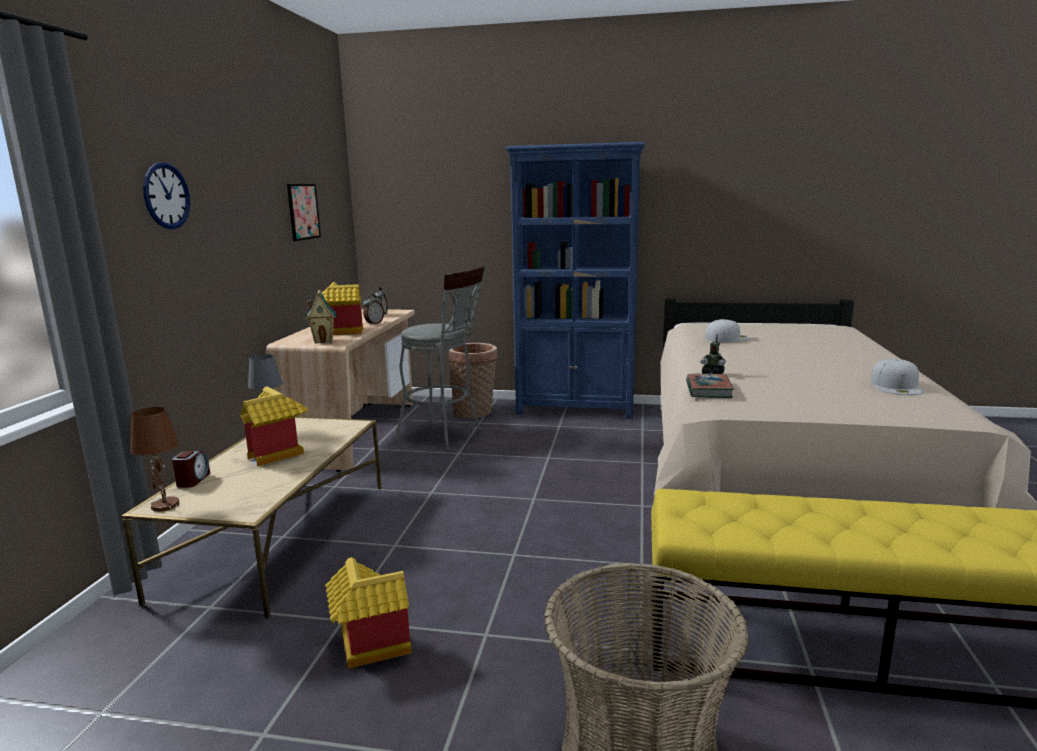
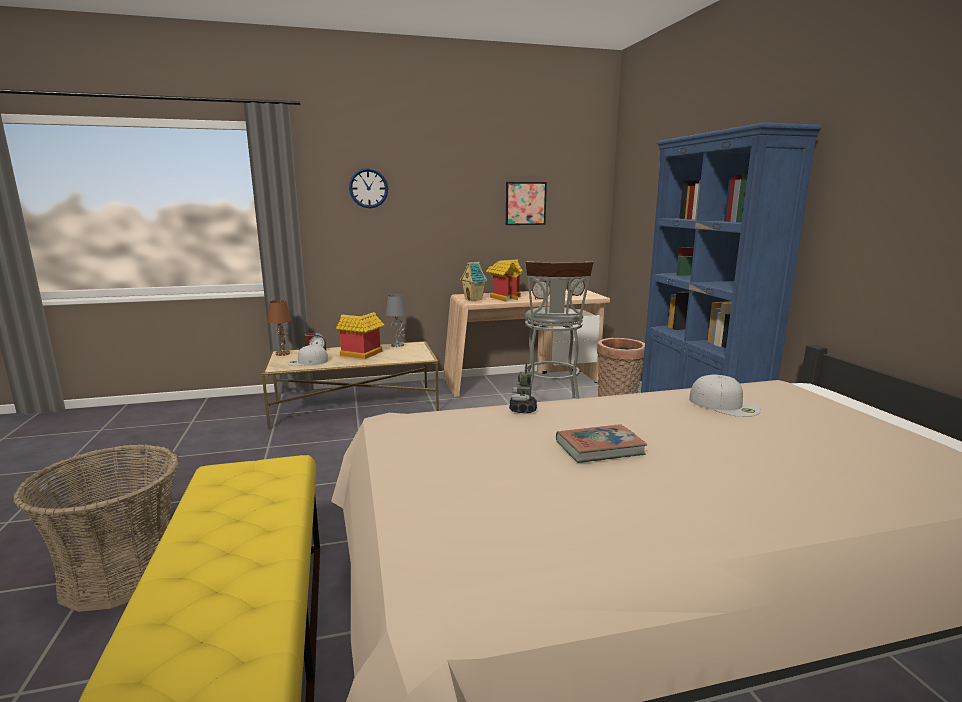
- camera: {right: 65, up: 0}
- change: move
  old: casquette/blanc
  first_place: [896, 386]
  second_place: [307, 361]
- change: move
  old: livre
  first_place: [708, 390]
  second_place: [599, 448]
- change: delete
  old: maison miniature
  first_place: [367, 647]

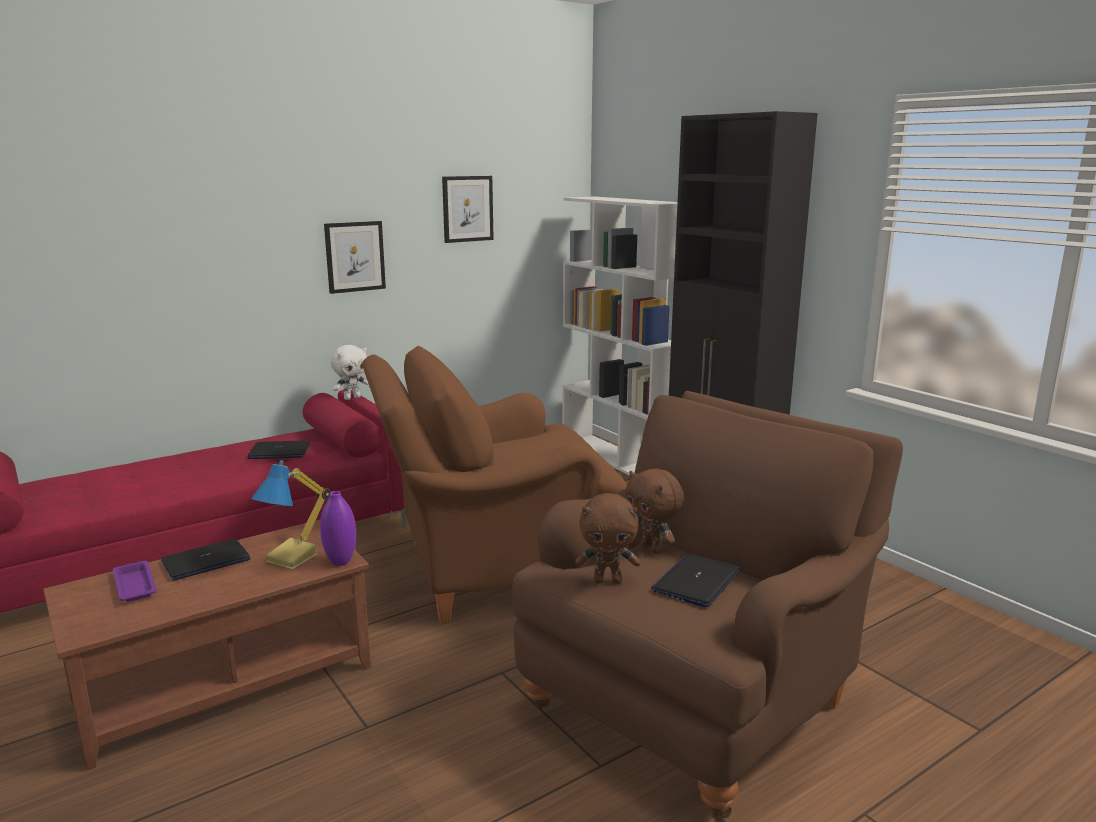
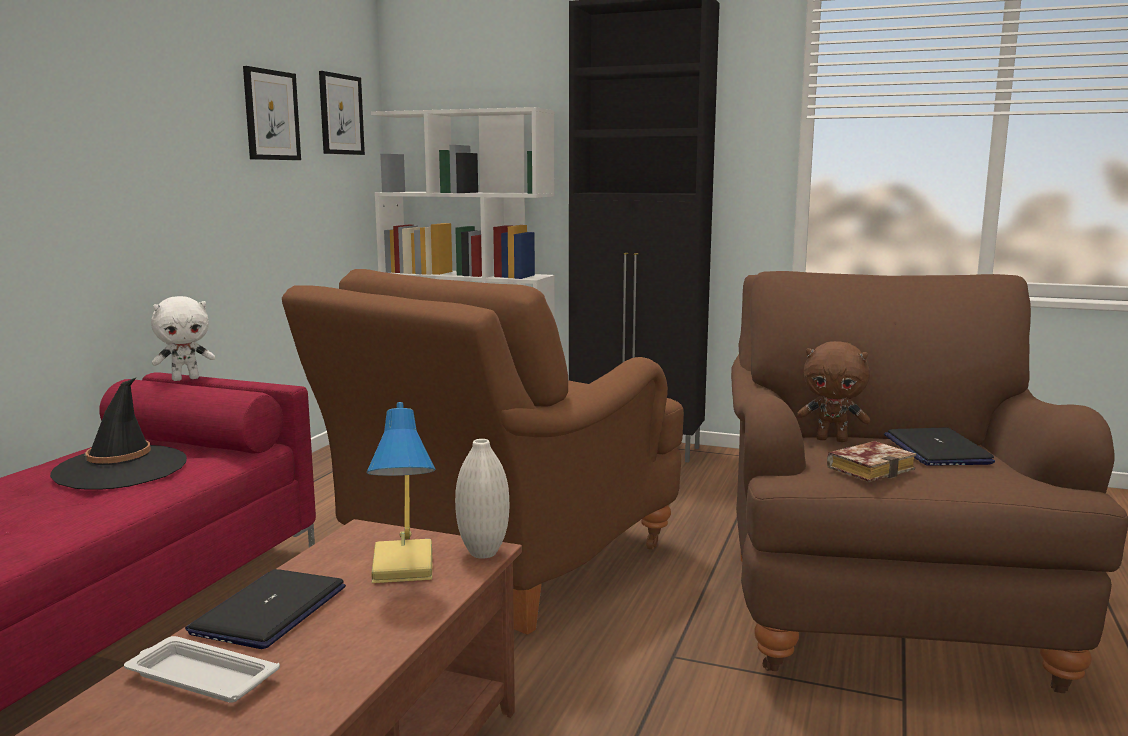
- camera: {right: -35, up: -5}
- change: replace
  old: ordinateur portable
  new: chapeau/noir
  first_place: [279, 452]
  second_place: [121, 468]
- change: recolor
  old: plateau/violet
  new: plateau/blanc
  first_place: [135, 585]
  second_place: [200, 677]
- change: rotate
  old: peluche/blanc
  first_place: [352, 398]
  second_place: [186, 379]
  degrees: 45
- change: move
  old: tableau
  first_place: [355, 256]
  second_place: [341, 114]
- change: recolor
  old: vase/violet
  new: vase/blanc
  first_place: [340, 562]
  second_place: [483, 553]
- change: replace
  old: peluche/marron
  new: livre
  first_place: [608, 581]
  second_place: [870, 468]

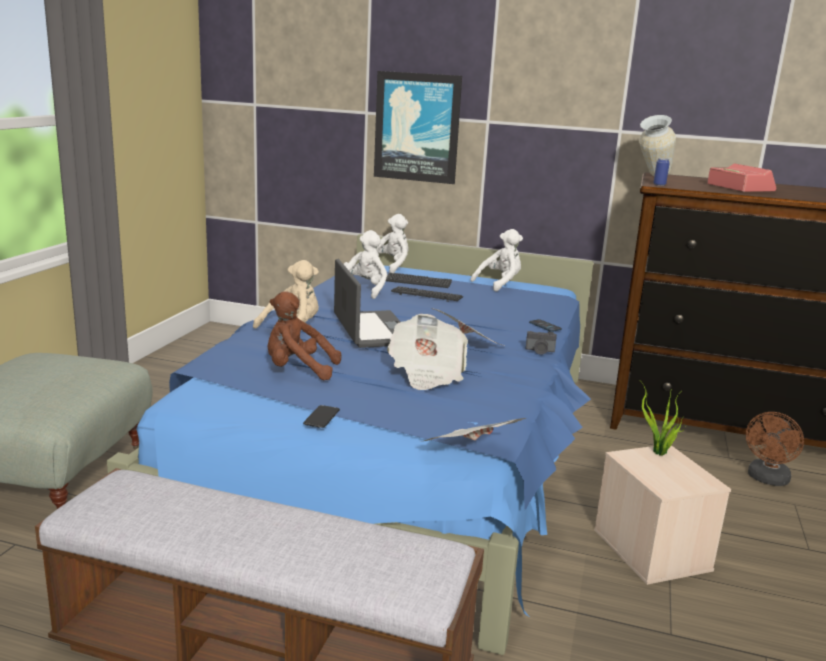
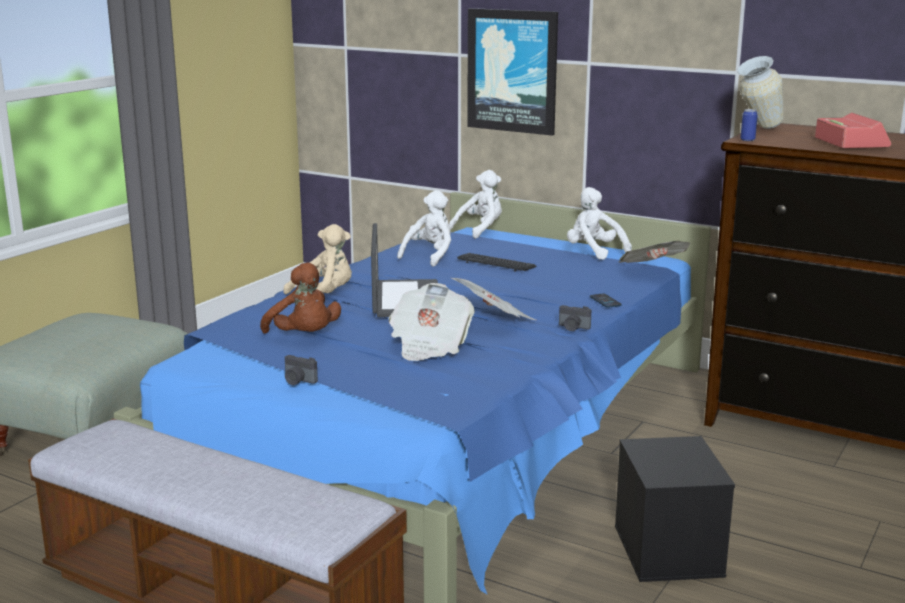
- camera: {right: 15, up: 0}
- change: rotate
  old: peluche/marron
  first_place: [298, 370]
  second_place: [304, 337]
  degrees: -150
- change: replace
  old: téléphone
  new: appareil photo
  first_place: [321, 417]
  second_place: [298, 381]
- change: rotate
  old: peluche/blanc
  first_place: [500, 284]
  second_place: [594, 252]
  degrees: -105
- change: recolor
  old: boîte de rangement/beige
  new: boîte de rangement/noir
  first_place: [649, 549]
  second_place: [666, 550]
- change: move
  old: journal
  first_place: [469, 455]
  second_place: [652, 271]
- change: delete
  old: clavier
  first_place: [418, 282]
- change: delete
  old: plante en pot
  first_place: [659, 453]
- change: delete
  old: ventilateur/marron
  first_place: [767, 479]

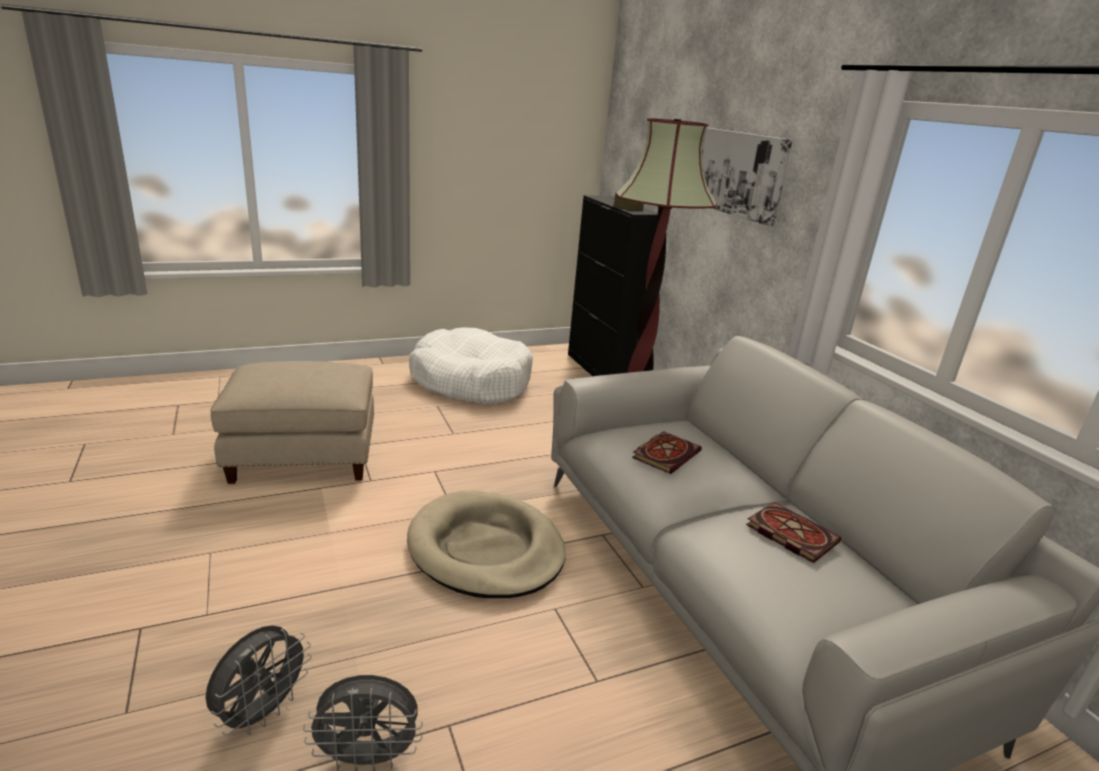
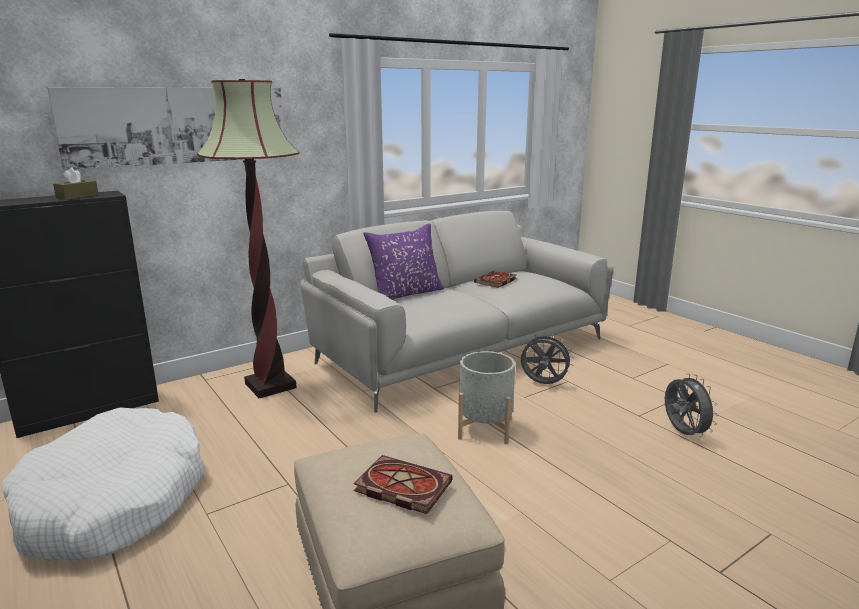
- camera: {right: -100, up: -5}
- change: move
  old: livre
  first_place: [666, 454]
  second_place: [400, 487]
- change: insert
  new: coussin/violet
  second_place: [405, 294]
- change: replace
  old: panier pour chien/beige
  new: cache-pot/gris
  first_place: [486, 549]
  second_place: [485, 429]
- change: move
  old: ventilateur/gris
  first_place: [262, 713]
  second_place: [543, 384]

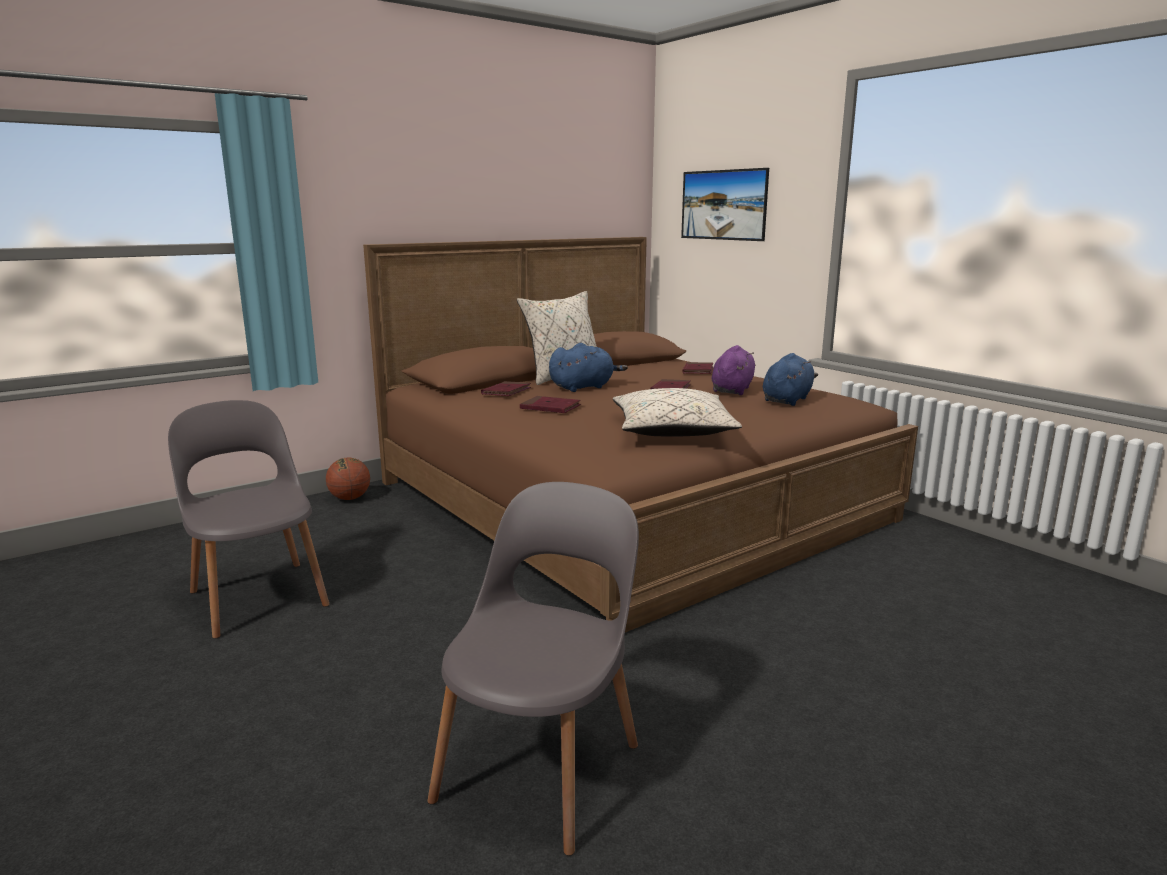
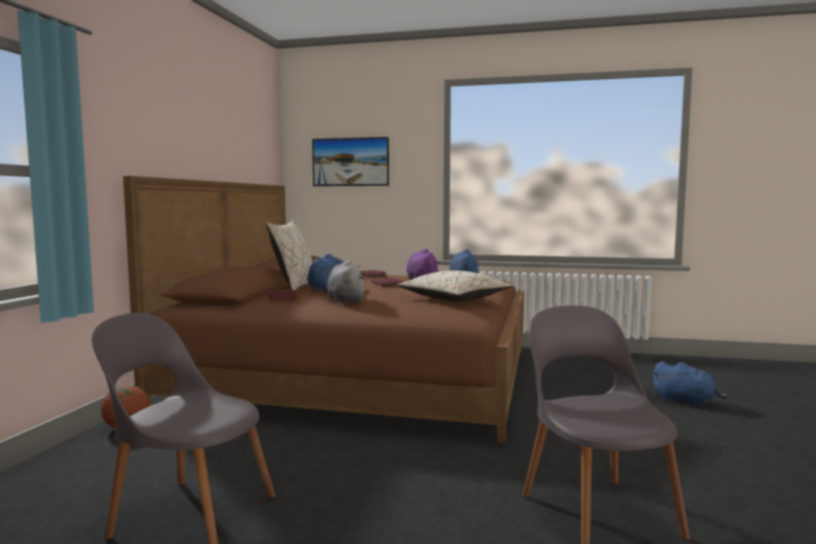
- camera: {right: -40, up: -10}
- change: replace
  old: livre/rouge
  new: peluche/gris
  first_place: [550, 408]
  second_place: [345, 300]
- change: insert
  new: peluche/bleu
  second_place: [686, 401]

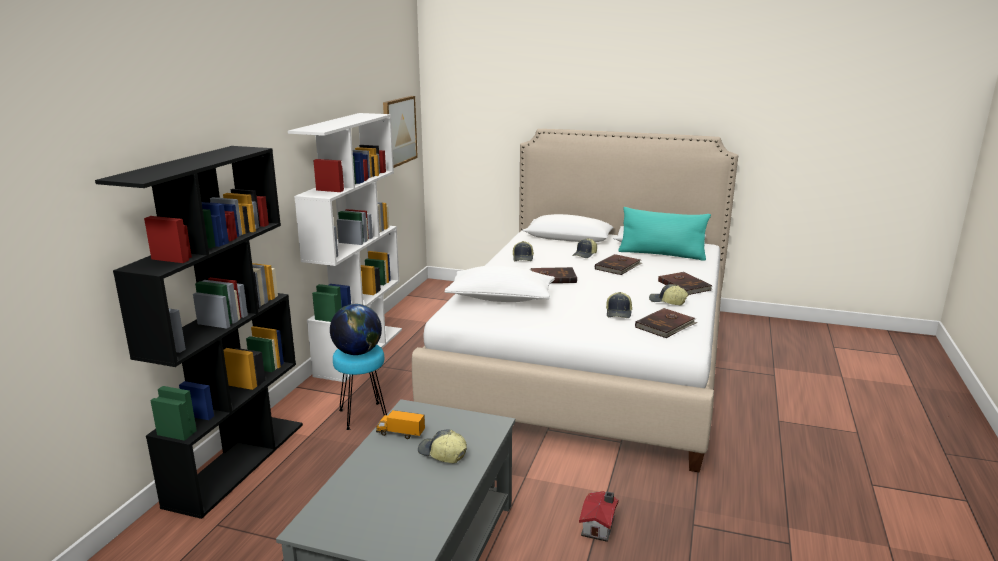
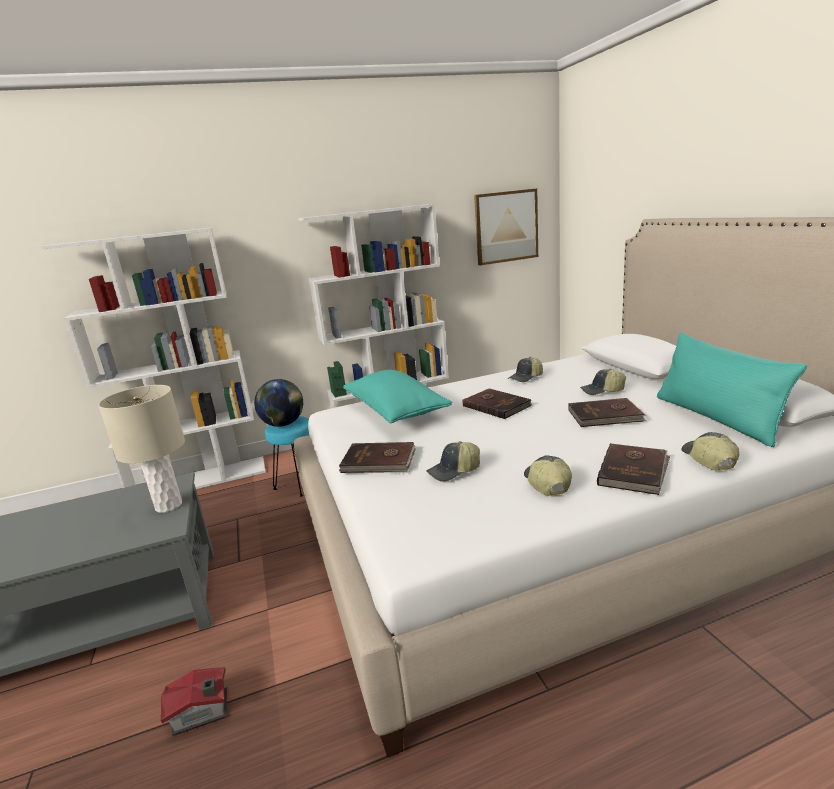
- camera: {right: 55, up: 0}
- change: recolor
  old: bibliothèque/noir
  new: bibliothèque/blanc
  first_place: [237, 462]
  second_place: [200, 479]
- change: insert
  new: lampe de table/beige
  second_place: [169, 505]
- change: move
  old: livre/marron
  first_place: [666, 325]
  second_place: [379, 461]
- change: recolor
  old: coussin/blanc
  new: coussin/turquoise
  first_place: [501, 299]
  second_place: [395, 411]
- change: move
  old: casquette
  first_place: [442, 454]
  second_place: [708, 459]
- change: delete
  old: camion jouet
  first_place: [400, 434]

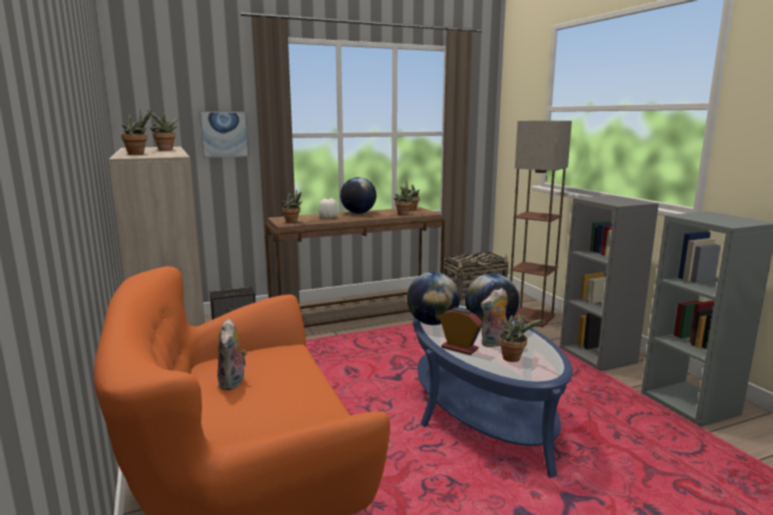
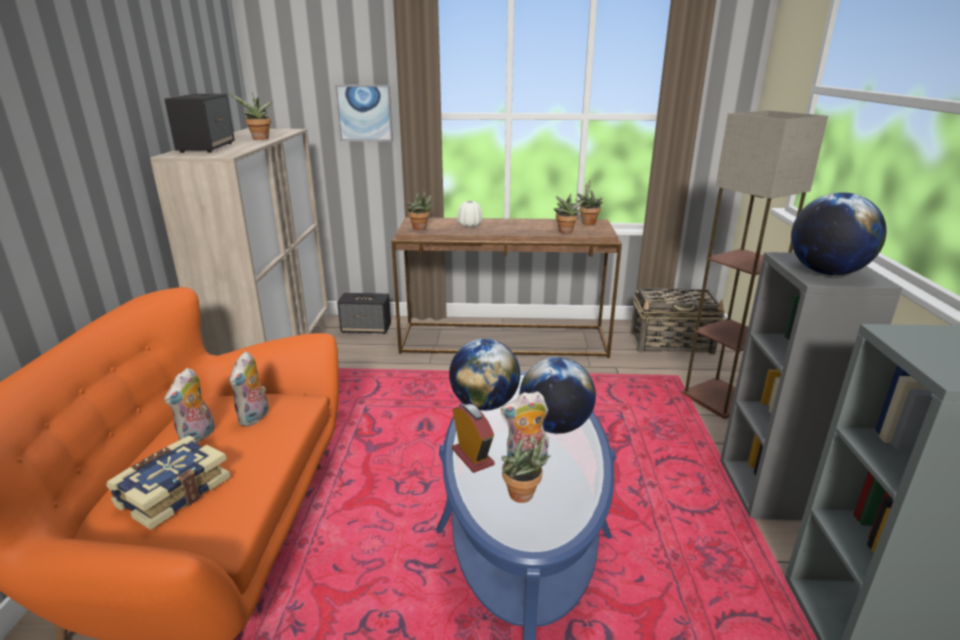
- camera: {right: 25, up: 10}
- change: insert
  new: livre
  second_place: [172, 492]
- change: replace
  old: plante en pot
  new: enceinte
  first_place: [138, 154]
  second_place: [207, 147]
- change: insert
  new: peluche
  second_place: [255, 418]
- change: move
  old: globe
  first_place: [358, 213]
  second_place: [826, 273]

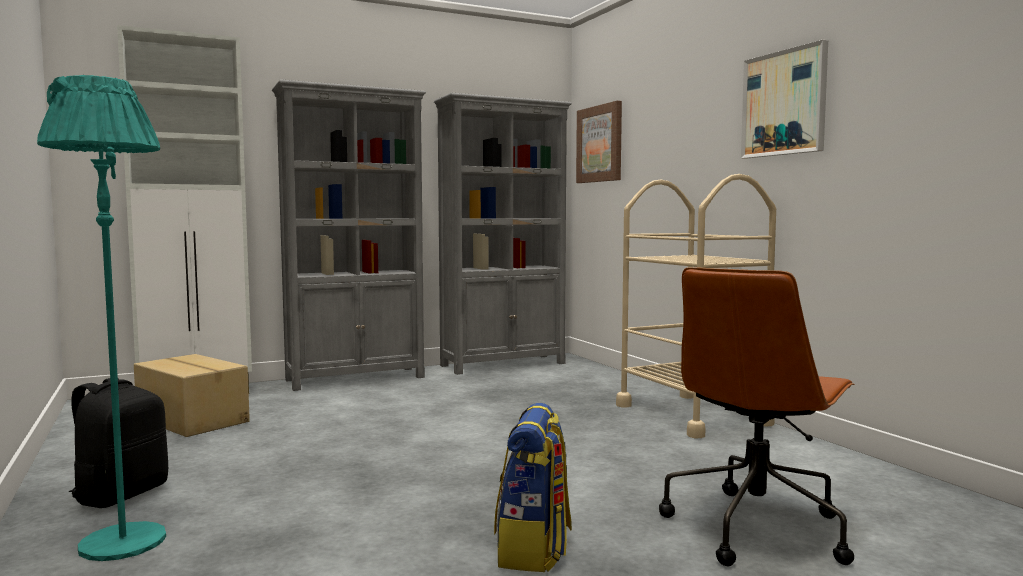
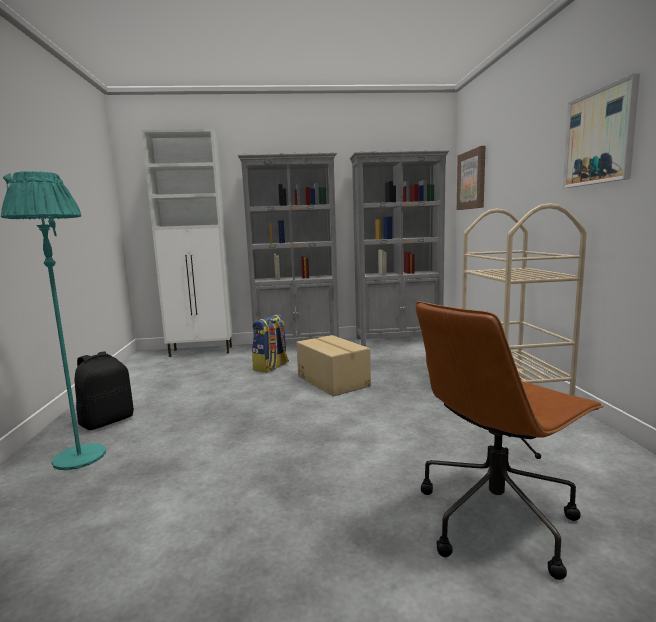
- camera: {right: 20, up: 5}
- change: move
  old: sac à dos
  first_place: [534, 550]
  second_place: [271, 367]
- change: move
  old: carton
  first_place: [193, 419]
  second_place: [333, 381]

